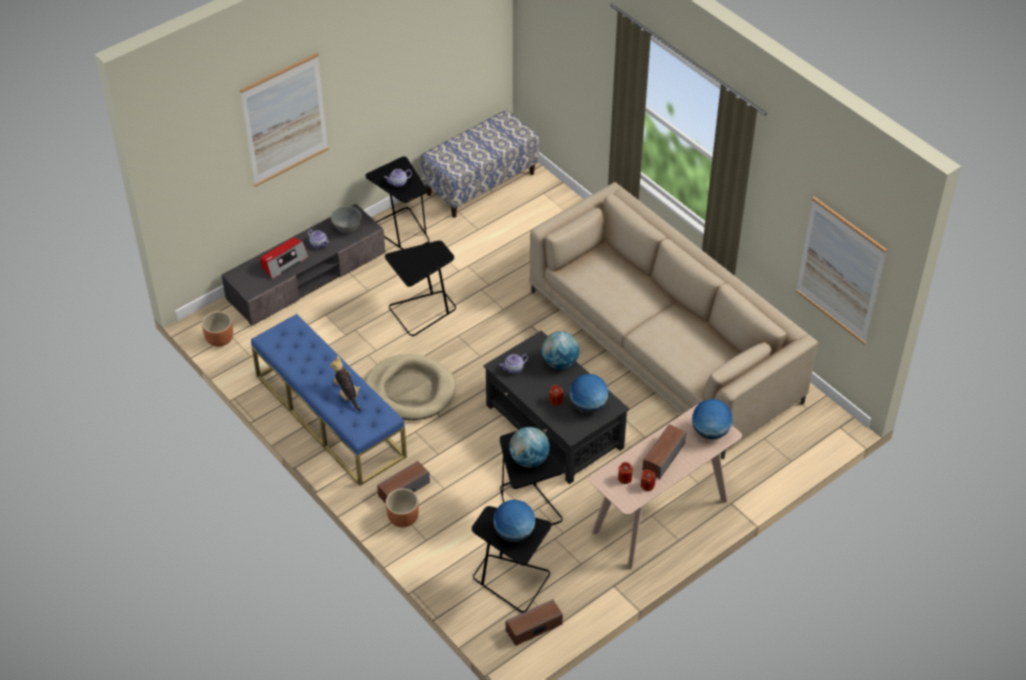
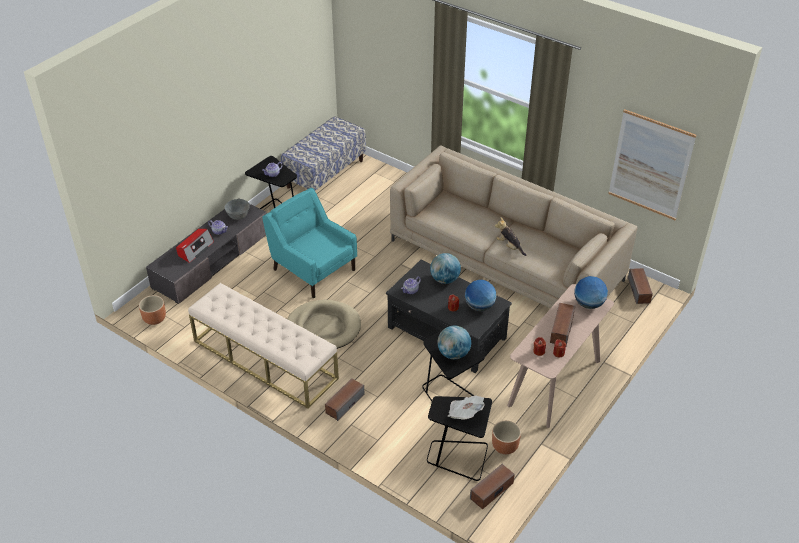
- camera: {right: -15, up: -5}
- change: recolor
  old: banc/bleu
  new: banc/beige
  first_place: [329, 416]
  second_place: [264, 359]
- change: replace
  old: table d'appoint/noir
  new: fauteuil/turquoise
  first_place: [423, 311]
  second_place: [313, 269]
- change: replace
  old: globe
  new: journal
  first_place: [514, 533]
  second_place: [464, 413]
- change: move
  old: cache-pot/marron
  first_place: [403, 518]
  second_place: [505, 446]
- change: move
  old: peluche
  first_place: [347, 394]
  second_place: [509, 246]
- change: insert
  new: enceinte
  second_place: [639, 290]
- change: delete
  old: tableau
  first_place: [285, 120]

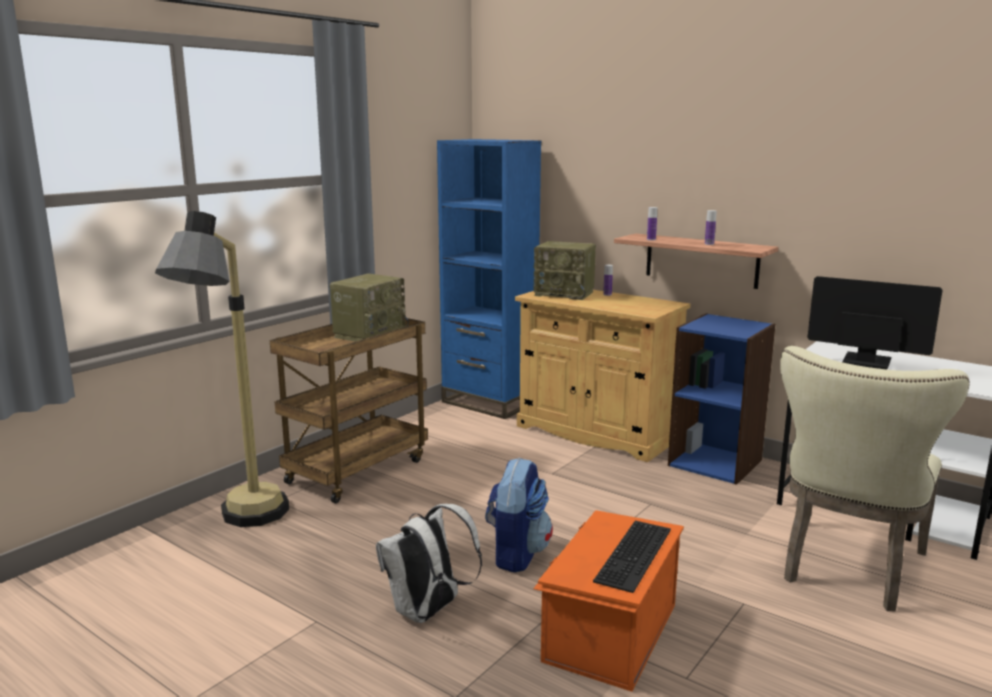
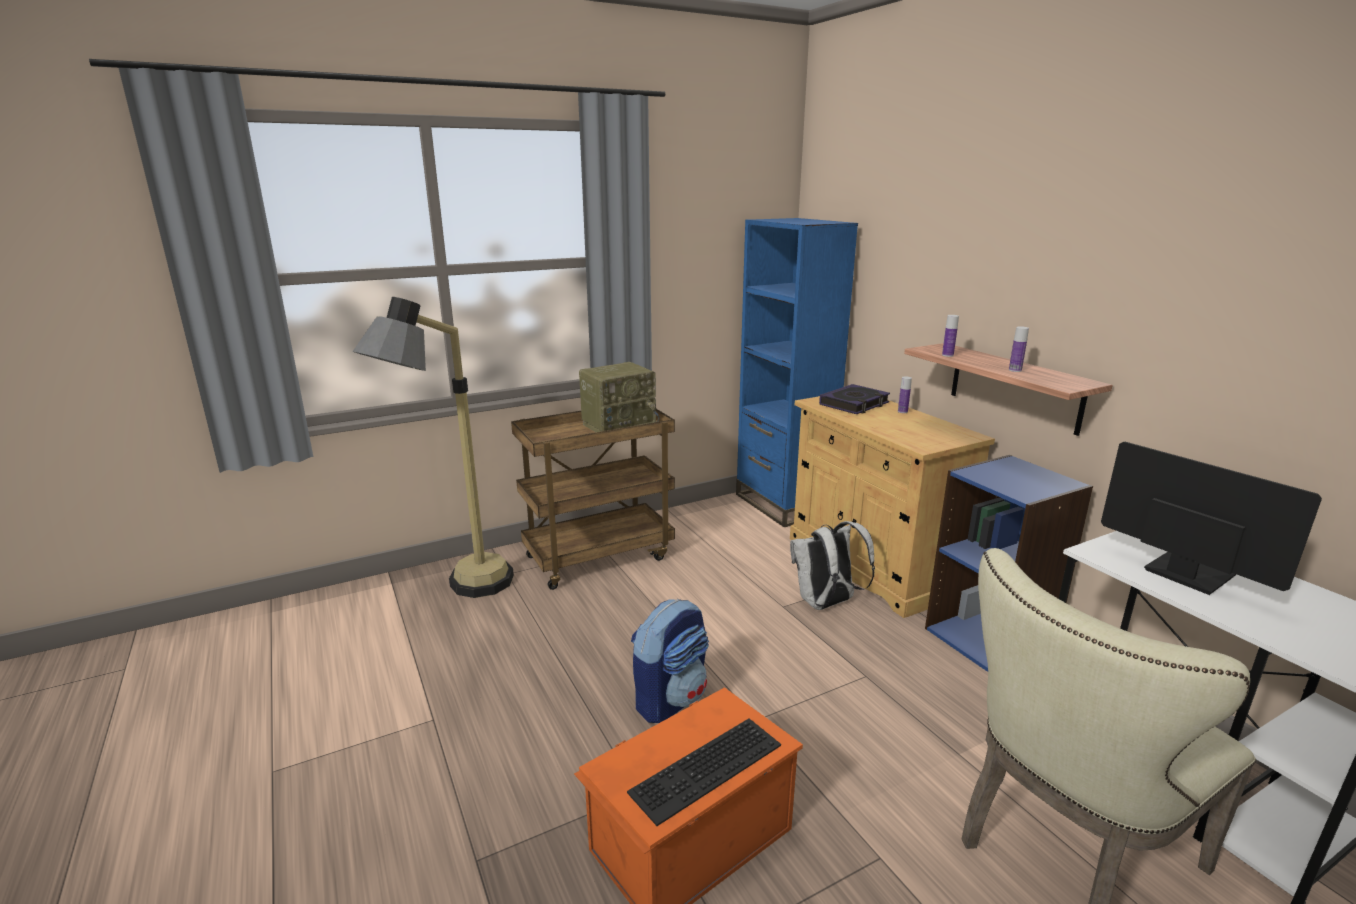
- camera: {right: 25, up: 5}
- change: move
  old: sac à dos/blanc
  first_place: [427, 612]
  second_place: [826, 604]
- change: replace
  old: radio
  new: livre
  first_place: [565, 294]
  second_place: [854, 404]

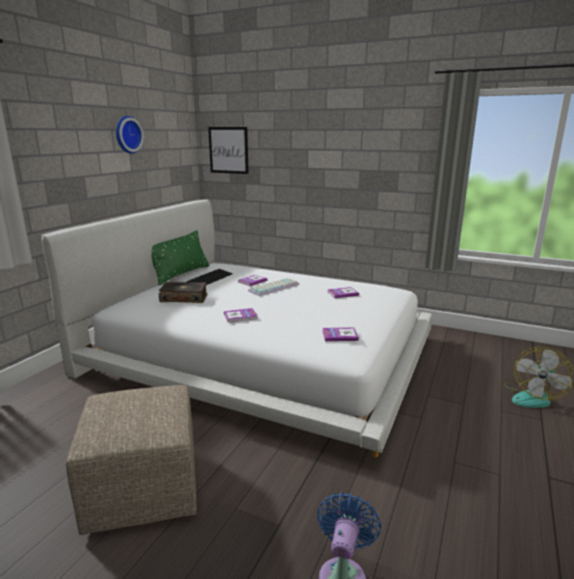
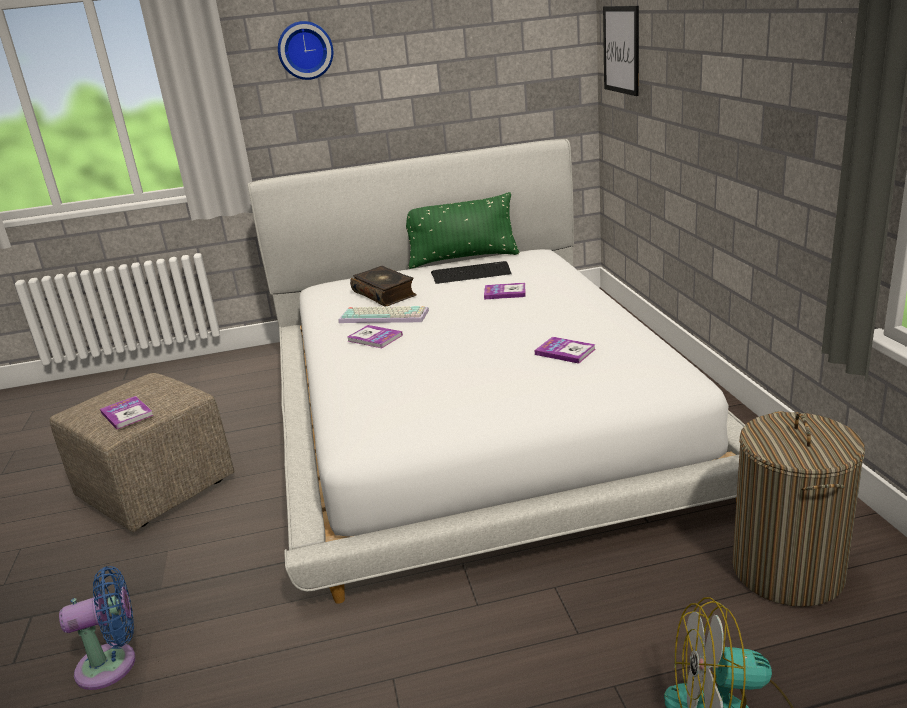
- camera: {right: 55, up: 5}
- change: move
  old: livre
  first_place: [340, 335]
  second_place: [127, 414]
- change: move
  old: horloge murale
  first_place: [127, 134]
  second_place: [305, 50]
- change: move
  old: clavier
  first_place: [274, 287]
  second_place: [385, 316]
- change: insert
  new: panier à linge
  second_place: [787, 571]

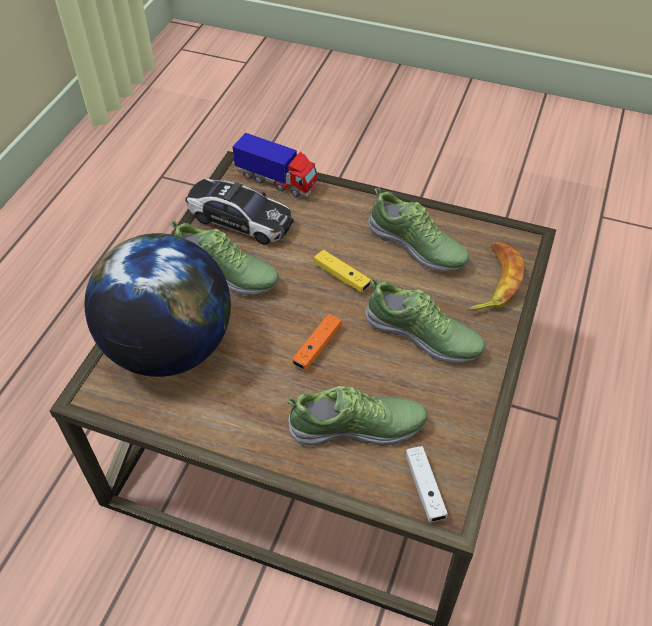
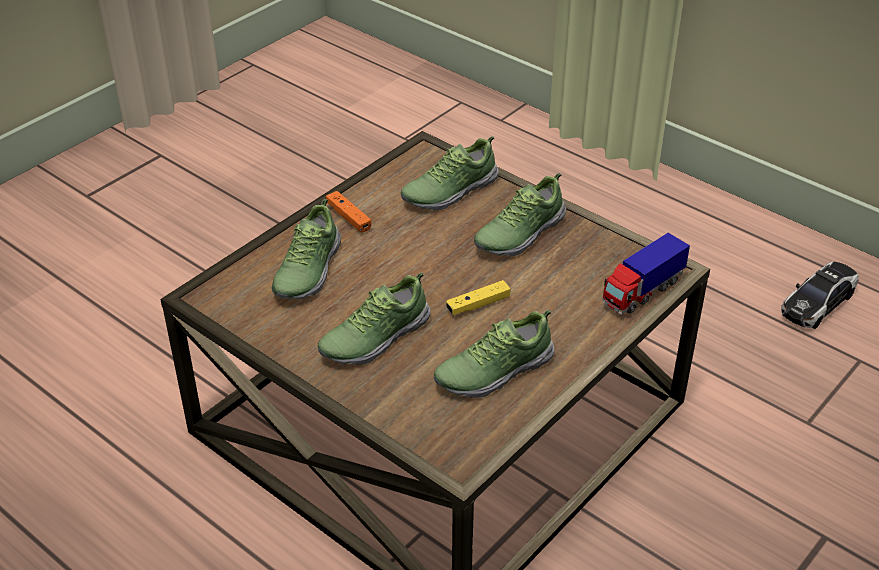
- camera: {right: 110, up: -10}
- change: move
  old: manette/orange
  first_place: [317, 347]
  second_place: [348, 217]
- change: replace
  old: globe
  new: chaussure
  first_place: [170, 347]
  second_place: [449, 191]
- change: move
  old: petite voiture
  first_place: [240, 219]
  second_place: [818, 303]
- change: delete
  old: manette/blanc
  first_place: [424, 488]
- change: delete
  old: banane
  first_place: [494, 281]

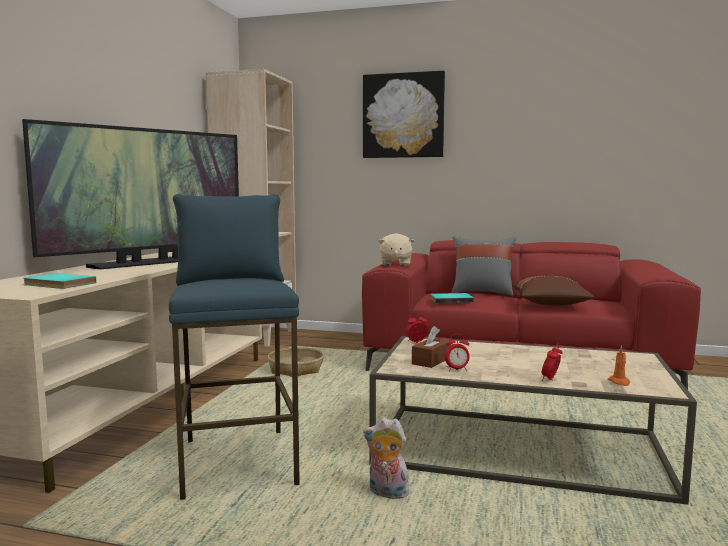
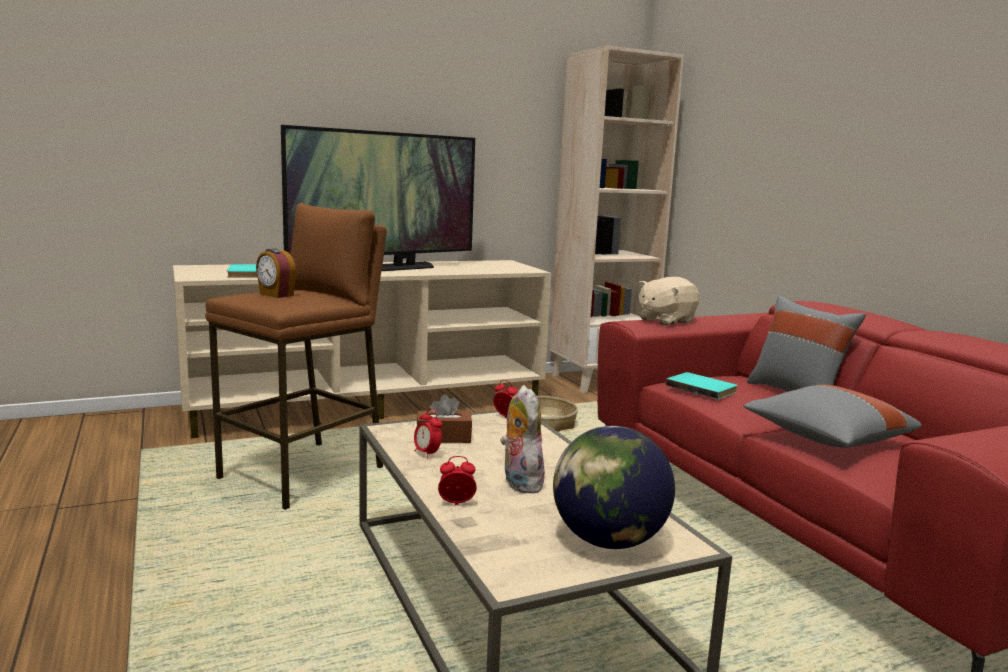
- camera: {right: 50, up: 5}
- change: recolor
  old: tabouret/bleu
  new: tabouret/marron
  first_place: [238, 461]
  second_place: [304, 473]
- change: insert
  new: réveil
  second_place: [276, 295]
- change: rotate
  old: téléviseur
  first_place: [148, 263]
  second_place: [384, 269]
  degrees: -45
- change: move
  old: peluche
  first_place: [386, 493]
  second_place: [519, 482]
- change: insert
  new: globe
  second_place: [607, 541]
- change: recolor
  old: coussin/marron
  new: coussin/gris
  first_place: [550, 305]
  second_place: [826, 439]
- change: delete
  old: tableau
  first_place: [403, 116]
- change: delete
  old: bougie/orange
  first_place: [619, 382]

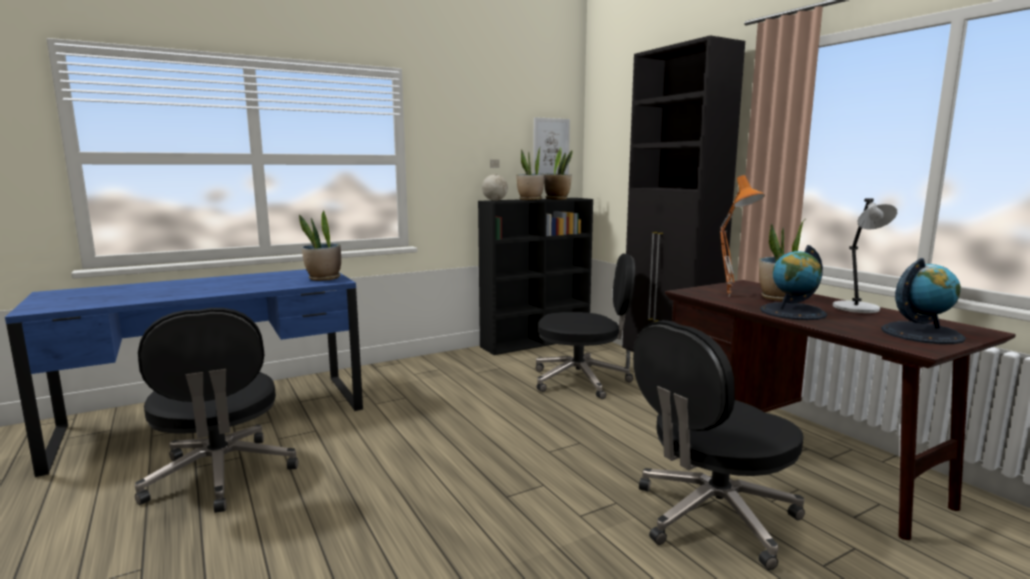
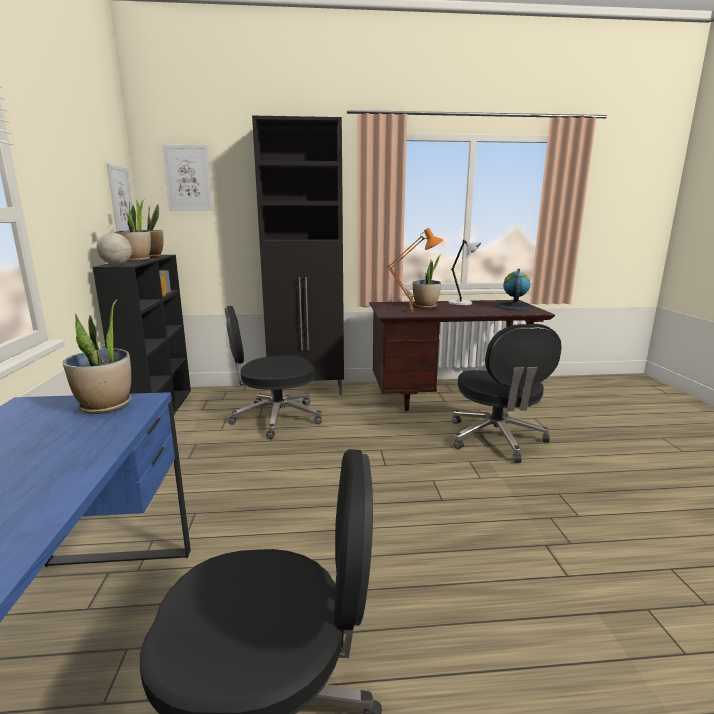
- camera: {right: -65, up: 5}
- change: insert
  new: tableau
  second_place: [188, 178]
- change: rotate
  old: chaise de bureau/noir
  first_place: [582, 380]
  second_place: [275, 418]
  degrees: -135
- change: delete
  old: globe
  first_place: [793, 312]

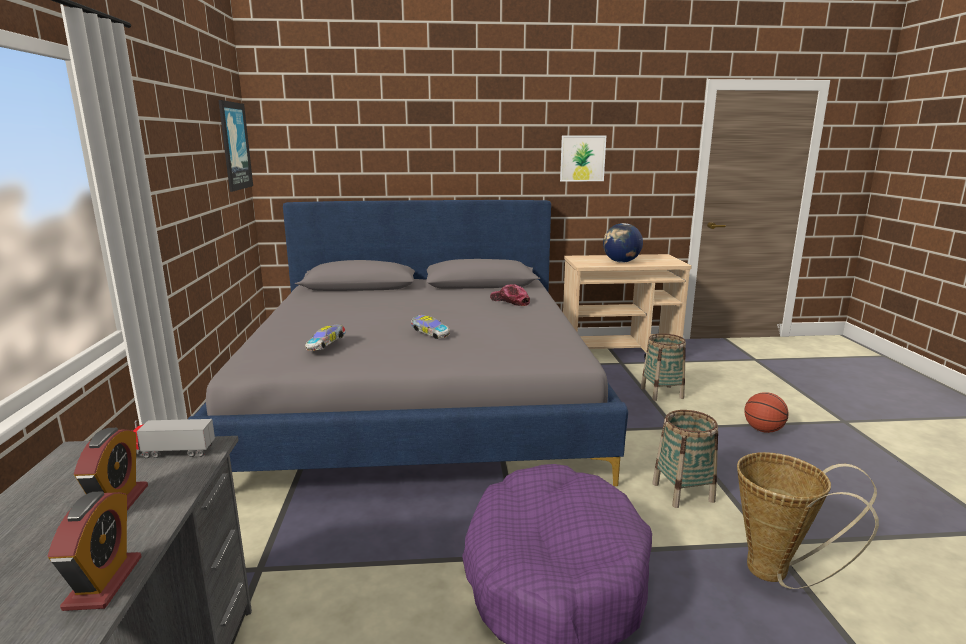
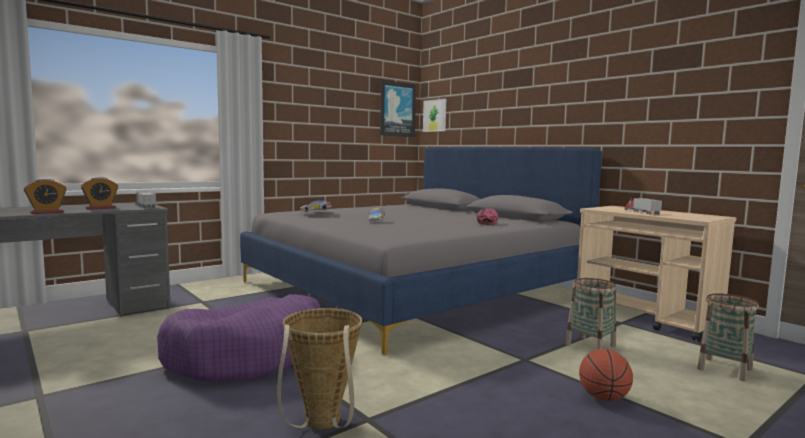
- camera: {right: 55, up: -10}
- change: move
  old: tableau
  first_place: [582, 158]
  second_place: [435, 115]
- change: replace
  old: globe
  new: camion jouet
  first_place: [621, 262]
  second_place: [641, 212]
- change: move
  old: panier
  first_place: [683, 492]
  second_place: [725, 369]

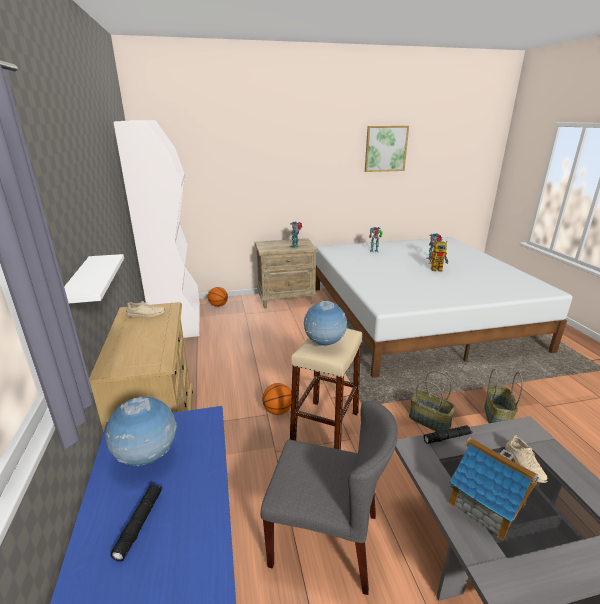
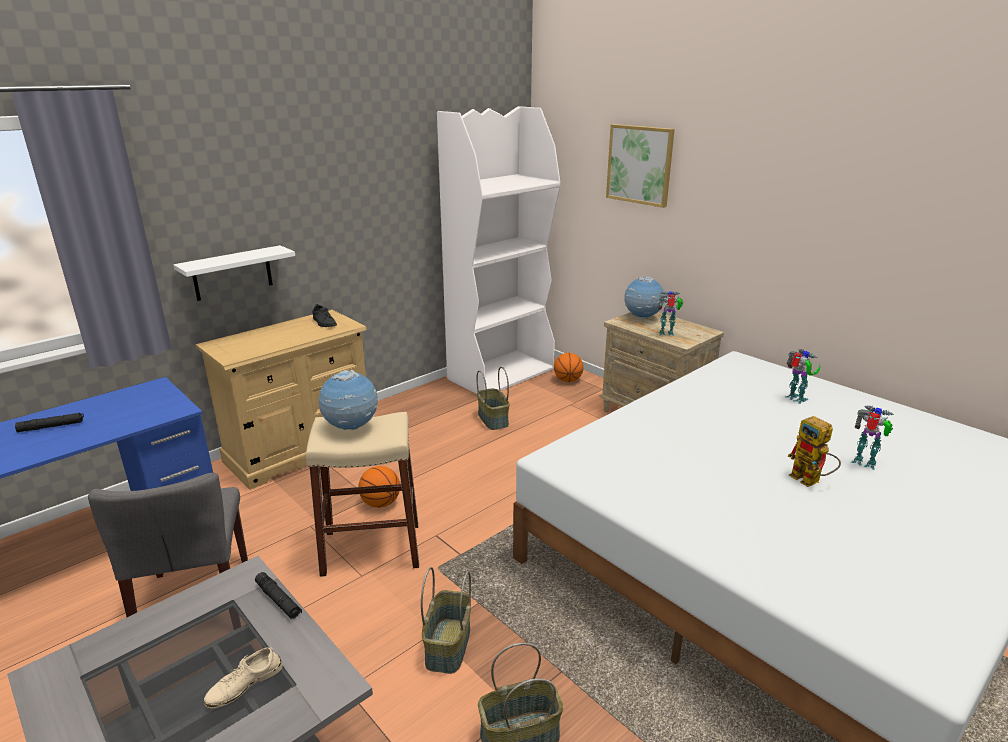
- camera: {right: 60, up: 0}
- change: recolor
  old: chaussure/beige
  new: chaussure/noir
  first_place: [146, 314]
  second_place: [324, 322]
- change: insert
  new: panier
  second_place: [493, 419]
- change: move
  old: tableau
  first_place: [385, 149]
  second_place: [639, 165]
- change: move
  old: globe
  first_place: [147, 457]
  second_place: [642, 318]
- change: delete
  old: maison miniature
  first_place: [487, 504]

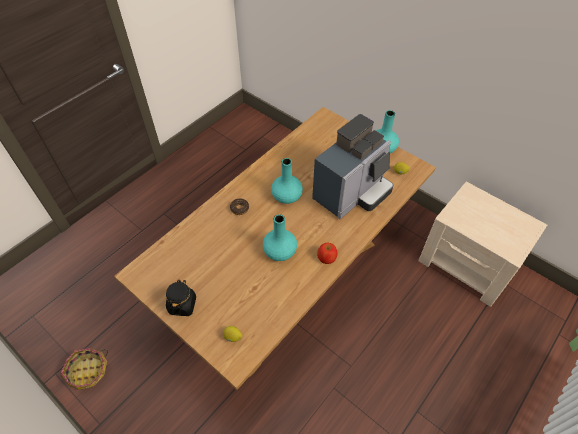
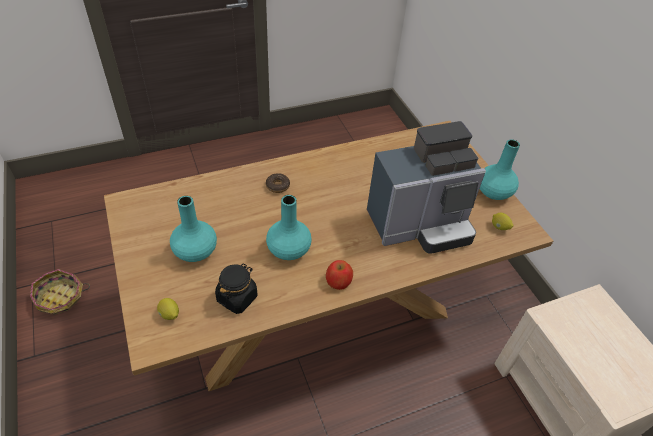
- camera: {right: 25, up: -5}
- change: move
  old: vase/turquoise
  first_place: [287, 197]
  second_place: [195, 251]
- change: move
  old: bocal/noir
  first_place: [182, 305]
  second_place: [237, 298]

